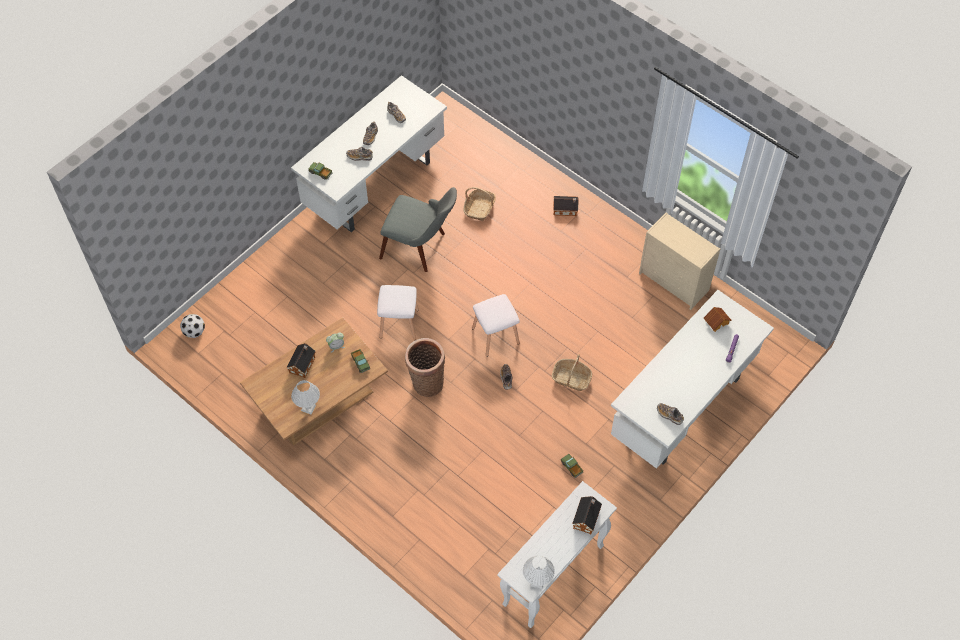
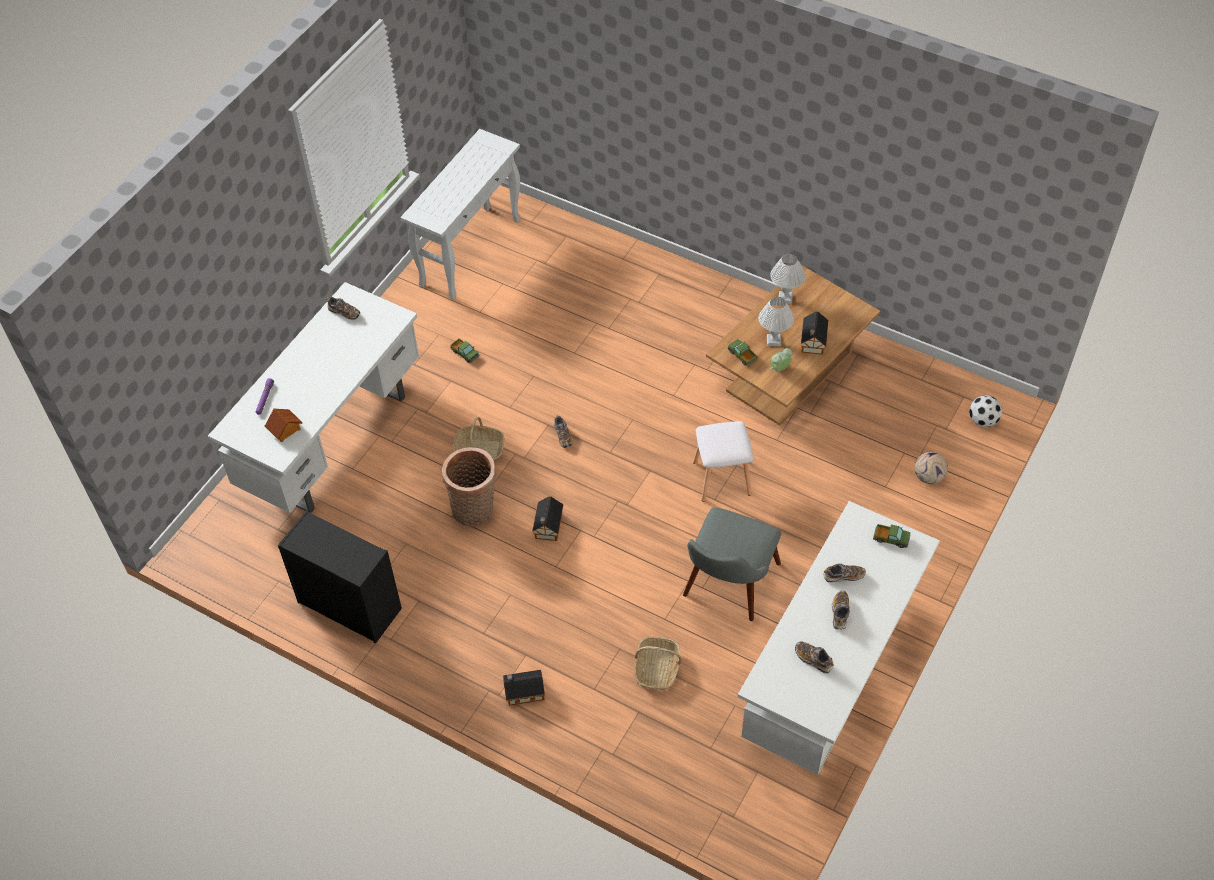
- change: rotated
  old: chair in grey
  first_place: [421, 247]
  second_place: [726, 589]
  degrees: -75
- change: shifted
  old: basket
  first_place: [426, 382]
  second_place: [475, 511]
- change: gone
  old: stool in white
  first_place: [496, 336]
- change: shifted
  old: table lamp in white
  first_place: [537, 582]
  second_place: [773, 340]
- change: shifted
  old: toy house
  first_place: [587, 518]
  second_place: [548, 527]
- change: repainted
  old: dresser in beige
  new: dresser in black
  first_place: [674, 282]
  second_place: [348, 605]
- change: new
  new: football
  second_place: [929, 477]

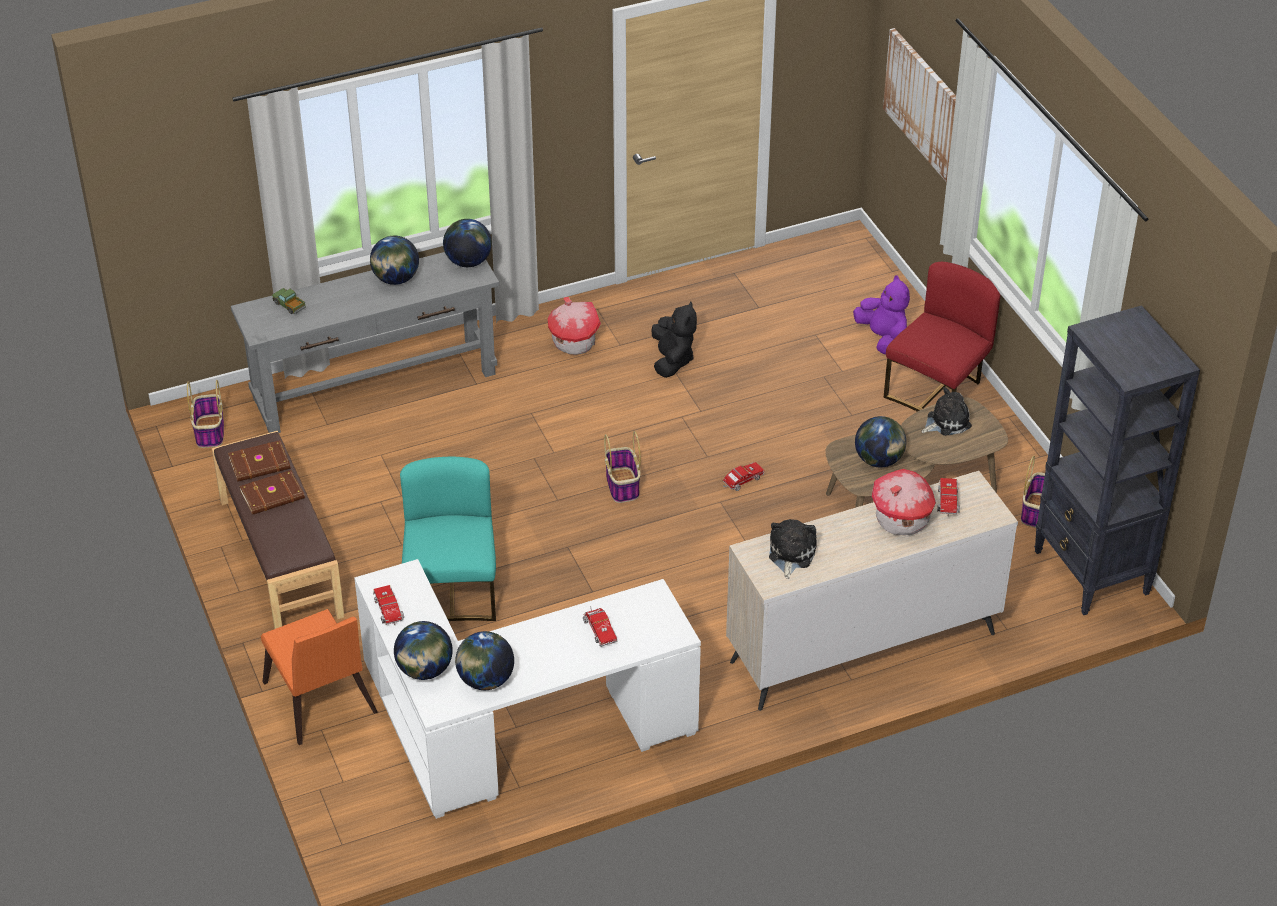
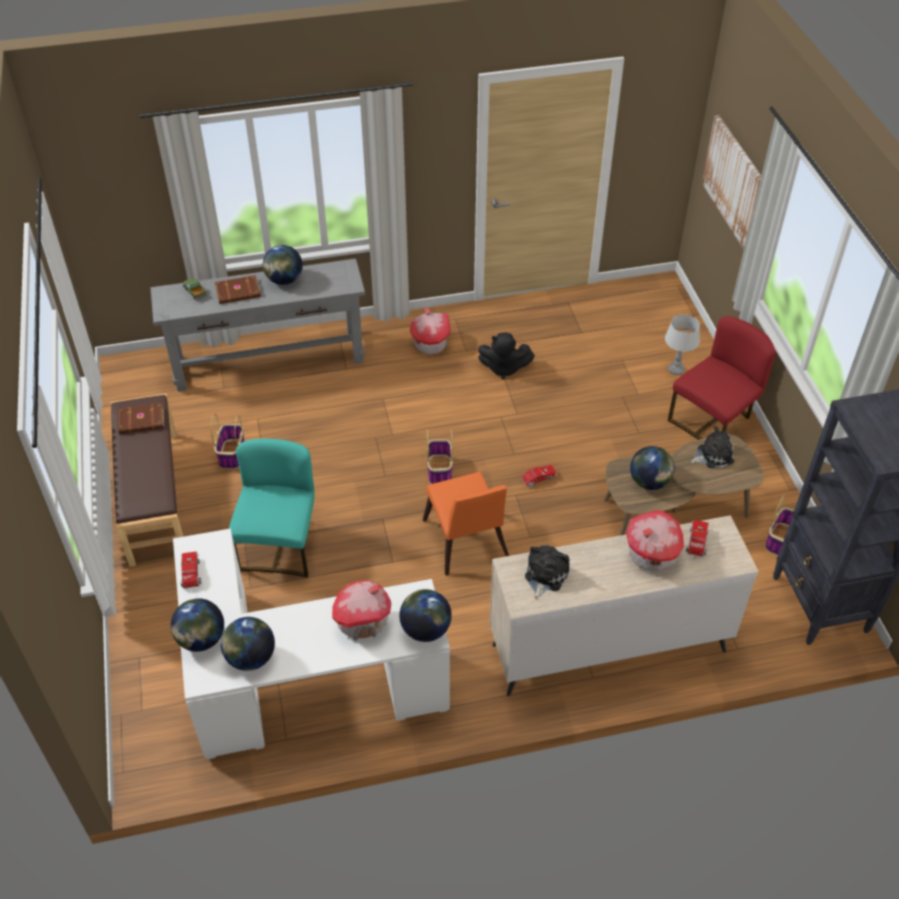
- change: shifted
  old: basket
  first_place: [209, 431]
  second_place: [232, 454]
- change: shifted
  old: book in brown
  first_place: [273, 495]
  second_place: [238, 292]
- change: shifted
  old: chair in orange
  first_place: [321, 704]
  second_place: [466, 544]
- change: shifted
  old: globe
  first_place: [468, 261]
  second_place: [425, 629]
- change: swapped
  old: toy truck
  new: toy house
  first_place: [599, 630]
  second_place: [363, 622]
- change: rotated
  old: plush toy in black
  first_place: [672, 360]
  second_place: [504, 368]
  degrees: 90
- change: swapped
  old: plush toy in purple
  new: table lamp in grey
  first_place: [883, 338]
  second_place: [676, 370]

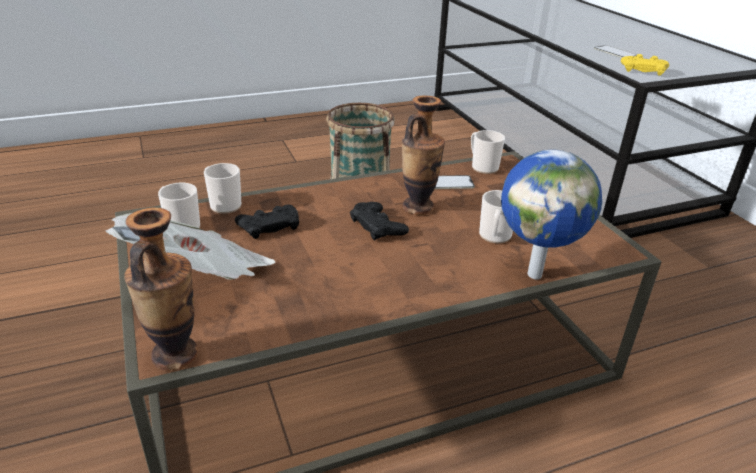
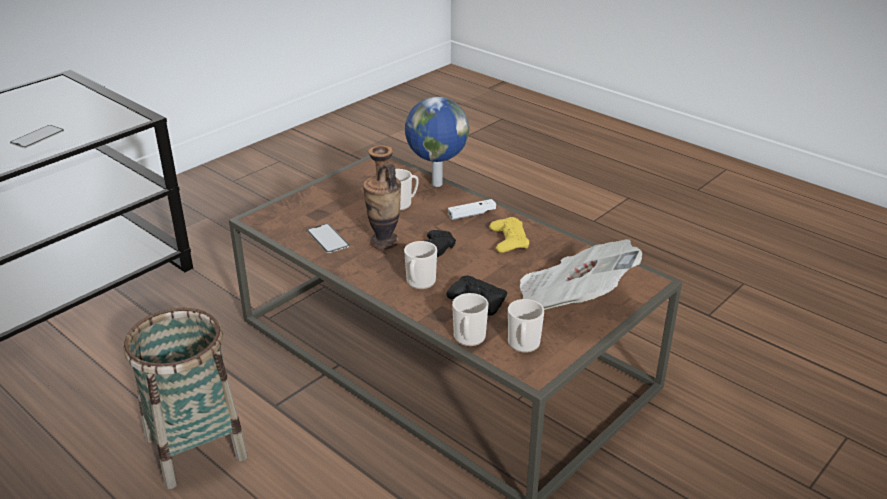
- change: gone
  old: vase
  first_place: [175, 354]
- change: shifted
  old: mug
  first_place: [482, 166]
  second_place: [419, 283]
- change: shifted
  old: game controller in yellow
  first_place: [643, 69]
  second_place: [508, 240]
- change: new
  new: game controller in white
  second_place: [472, 214]

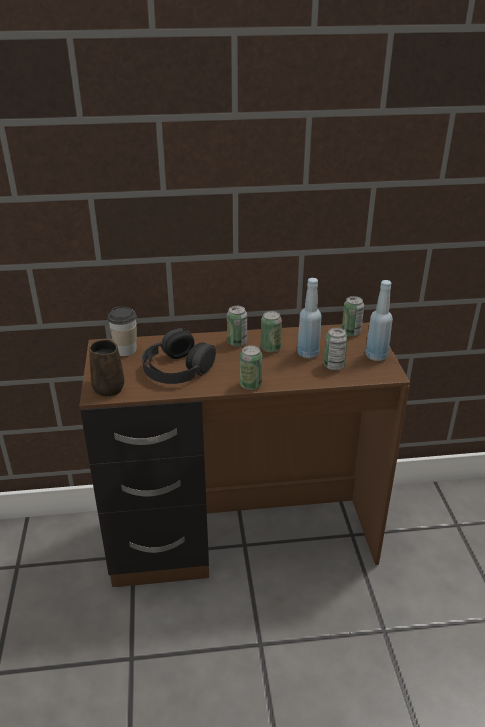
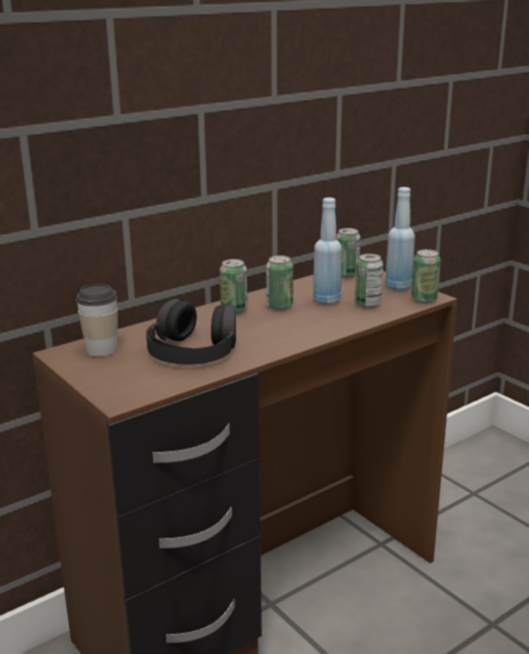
- change: gone
  old: mug in brown
  first_place: [108, 387]
- change: shifted
  old: can
  first_place: [250, 385]
  second_place: [424, 299]

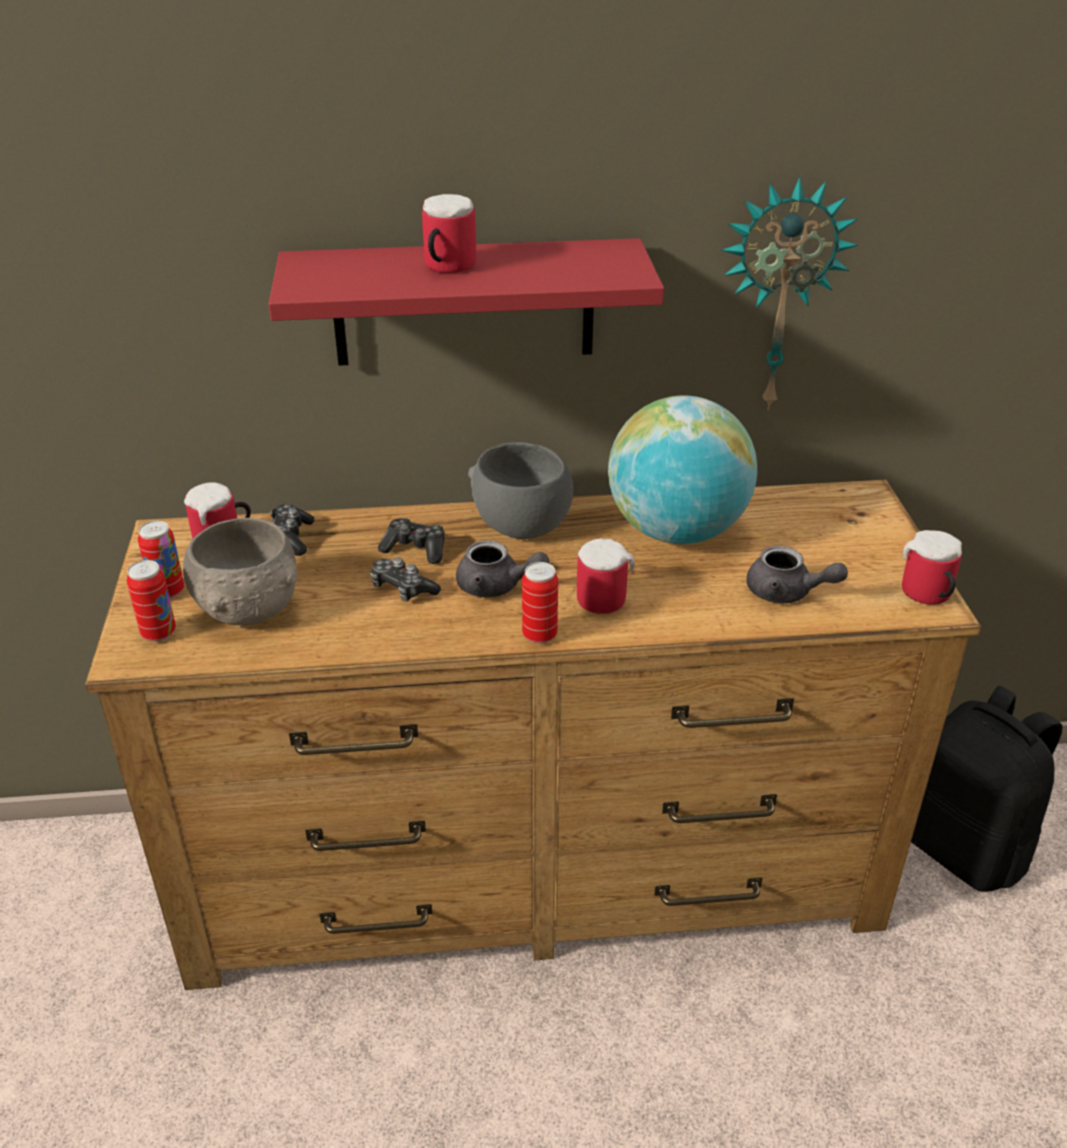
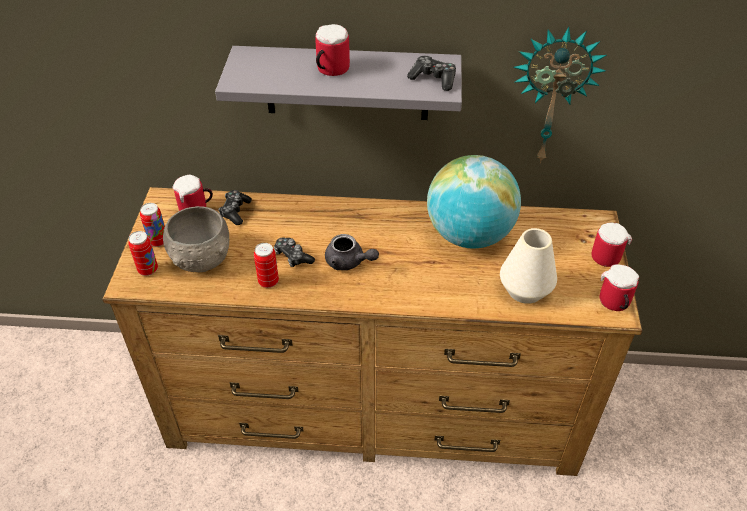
- change: repainted
  old: shelf in red
  new: shelf in grey
  first_place: [464, 302]
  second_place: [347, 83]
- change: shifted
  old: game controller
  first_place: [415, 549]
  second_place: [433, 79]
- change: gone
  old: bowl in grey
  first_place: [520, 523]
- change: shifted
  old: can
  first_place: [539, 635]
  second_place: [268, 282]
- change: shifted
  old: mug
  first_place: [601, 595]
  second_place: [606, 254]
- change: swapped
  old: teapot in grey
  new: vase in white
  first_place: [787, 593]
  second_place: [525, 290]
- change: gone
  old: backpack in black
  first_place: [963, 848]

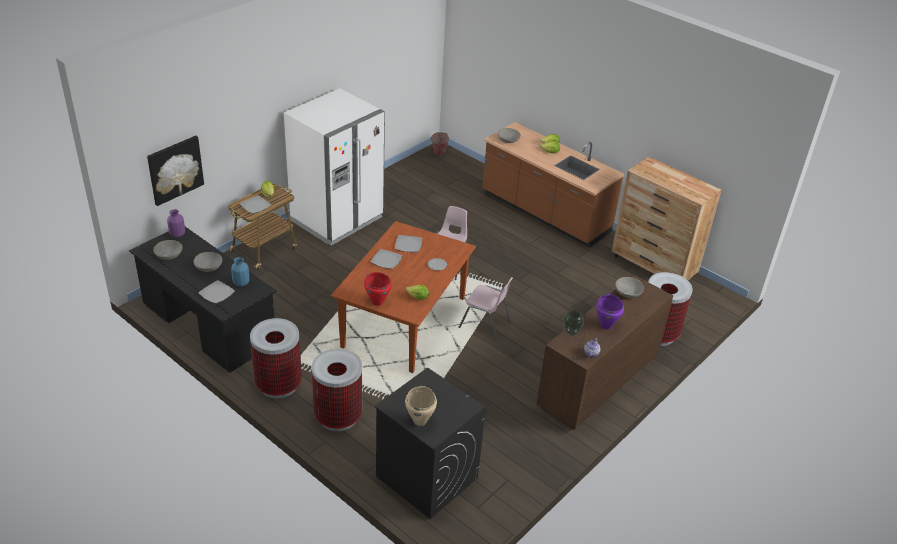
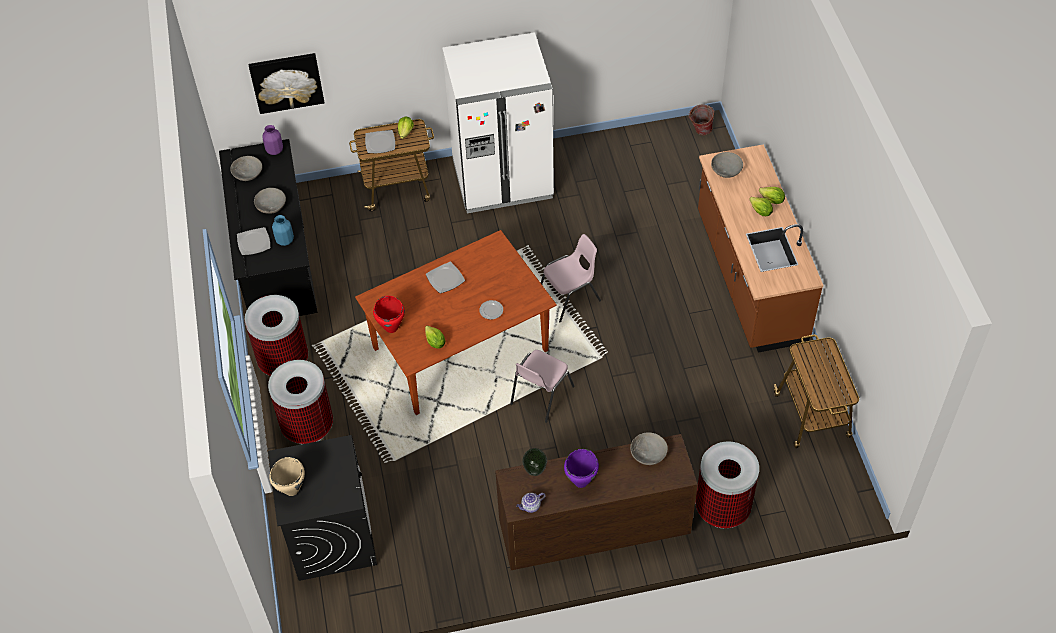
- change: gone
  old: plate
  first_place: [408, 244]
- change: rotated
  old: chair in pink
  first_place: [485, 324]
  second_place: [541, 395]
  degrees: 60
- change: swapped
  old: dresser in brown
  new: cart
  first_place: [654, 266]
  second_place: [812, 417]

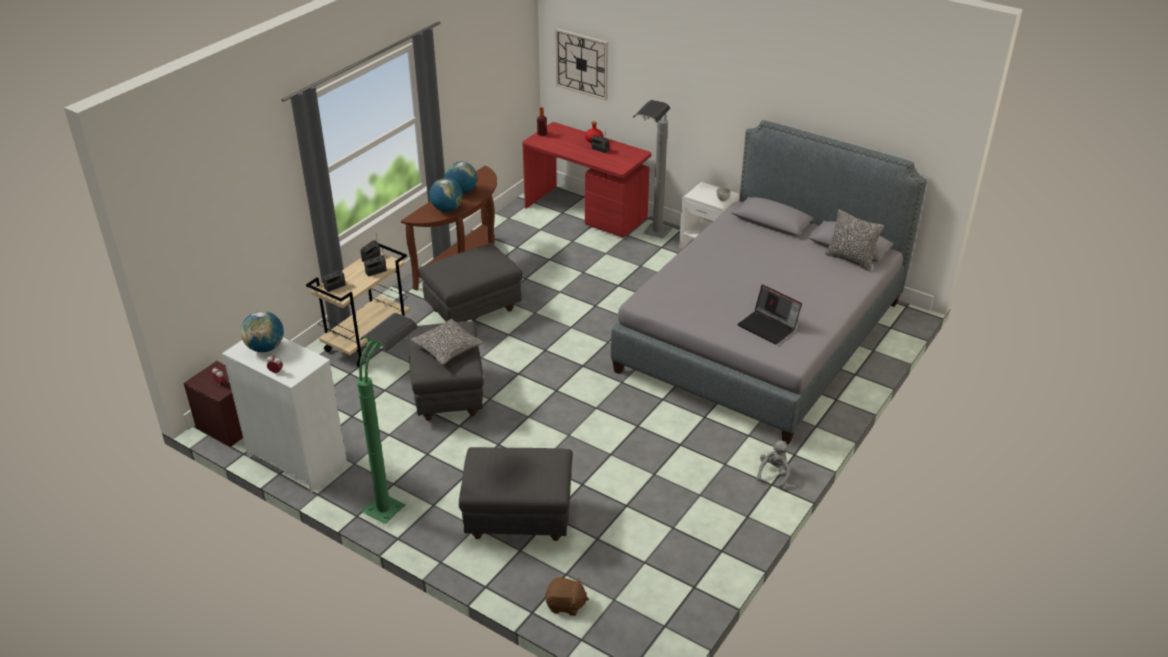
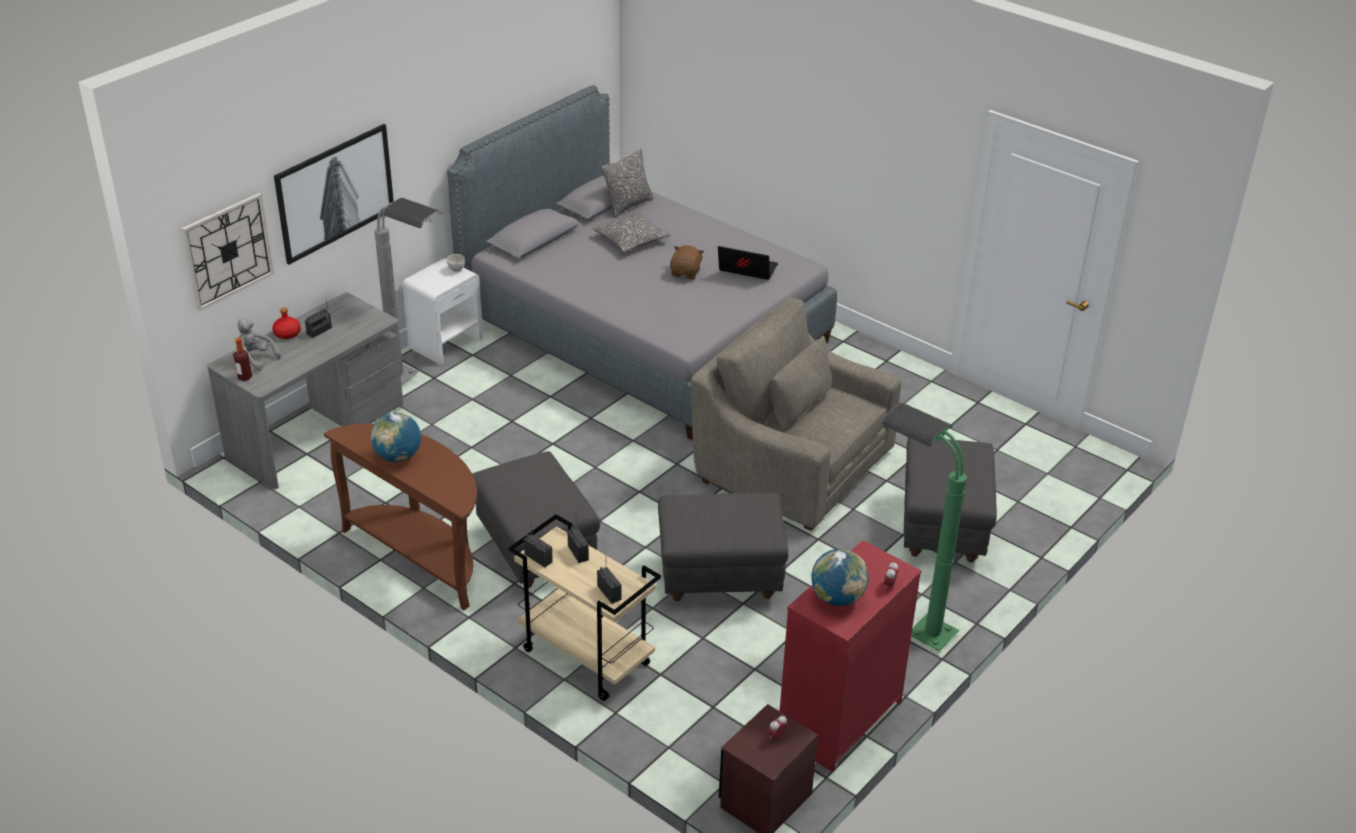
- change: repainted
  old: dresser in white
  new: dresser in red
  first_place: [297, 459]
  second_place: [839, 719]
- change: shifted
  old: pillow
  first_place: [447, 348]
  second_place: [631, 240]
- change: gone
  old: globe
  first_place: [447, 209]
- change: repainted
  old: desk in red
  new: desk in grey
  first_place: [586, 212]
  second_place: [317, 432]
- change: shifted
  old: plush toy in brown
  first_place: [565, 605]
  second_place: [686, 273]
- change: rotated
  old: laptop
  first_place: [768, 327]
  second_place: [746, 270]
  degrees: -120
- change: shifted
  old: plush toy in grey
  first_place: [774, 474]
  second_place: [254, 359]
- change: new
  new: picture
  second_place: [334, 192]
- change: new
  new: armchair in grey
  second_place: [791, 464]

